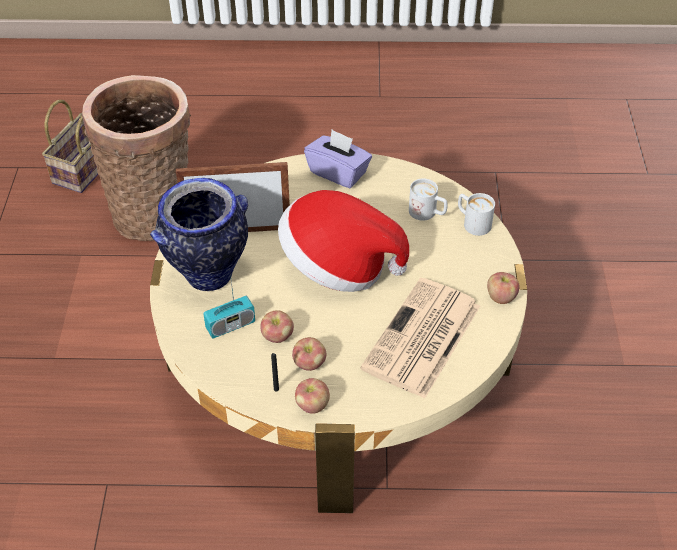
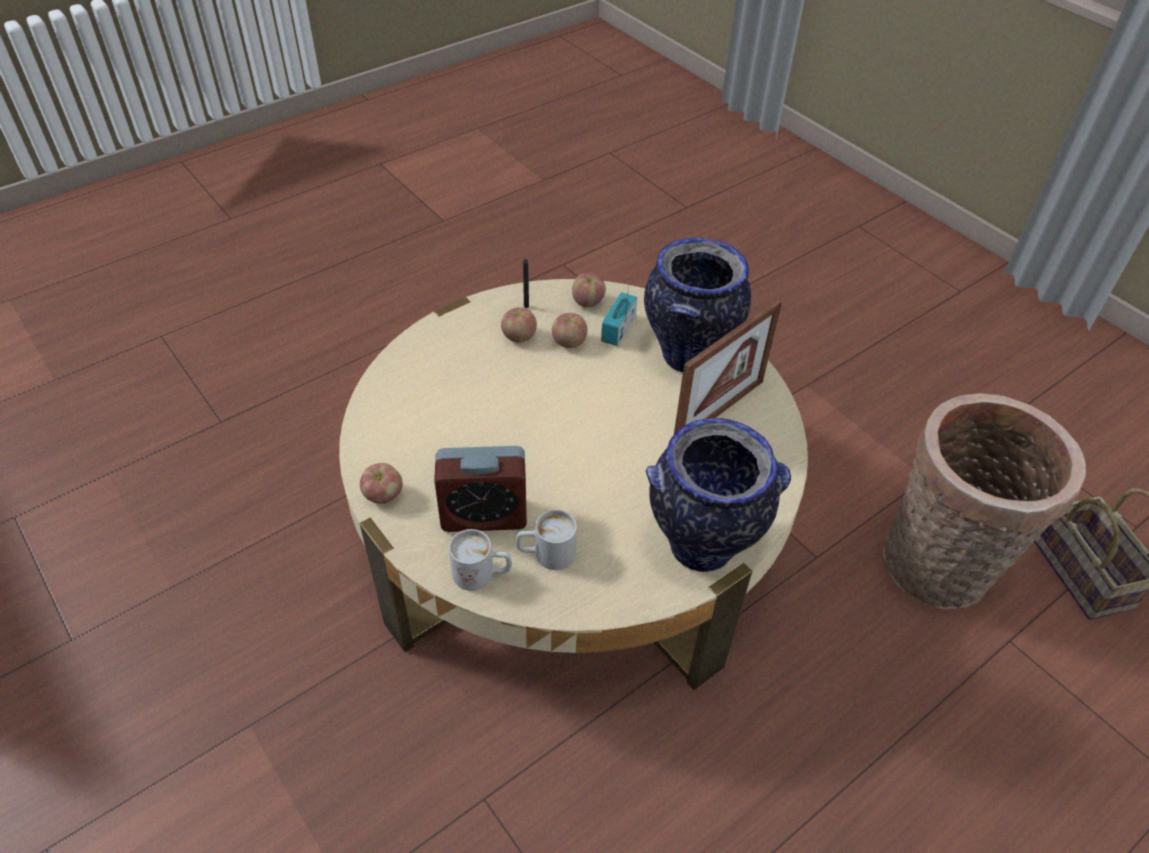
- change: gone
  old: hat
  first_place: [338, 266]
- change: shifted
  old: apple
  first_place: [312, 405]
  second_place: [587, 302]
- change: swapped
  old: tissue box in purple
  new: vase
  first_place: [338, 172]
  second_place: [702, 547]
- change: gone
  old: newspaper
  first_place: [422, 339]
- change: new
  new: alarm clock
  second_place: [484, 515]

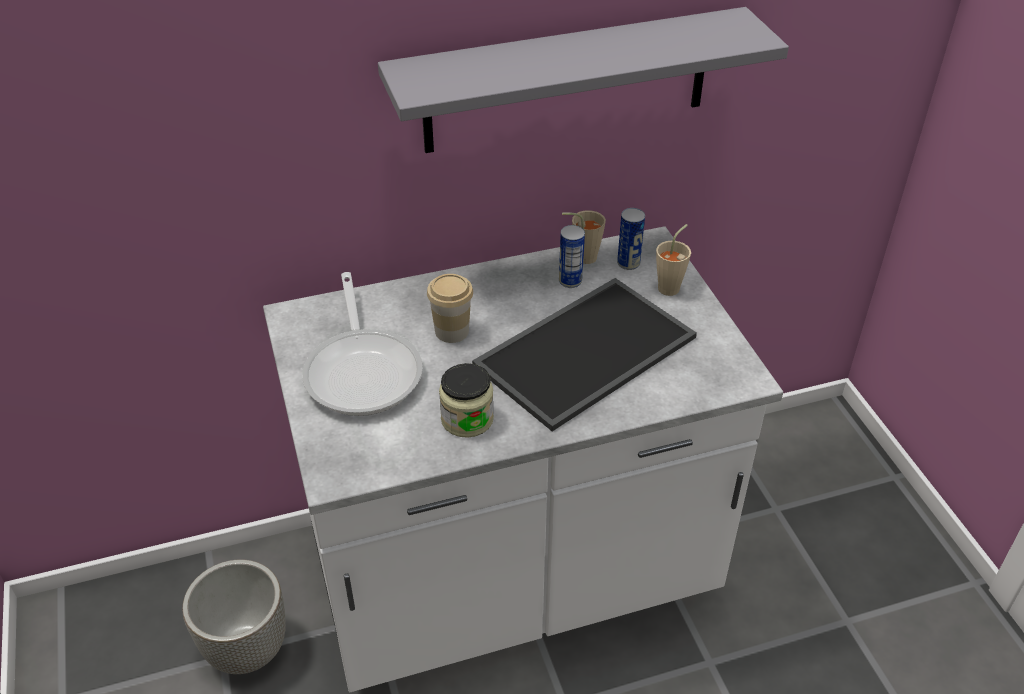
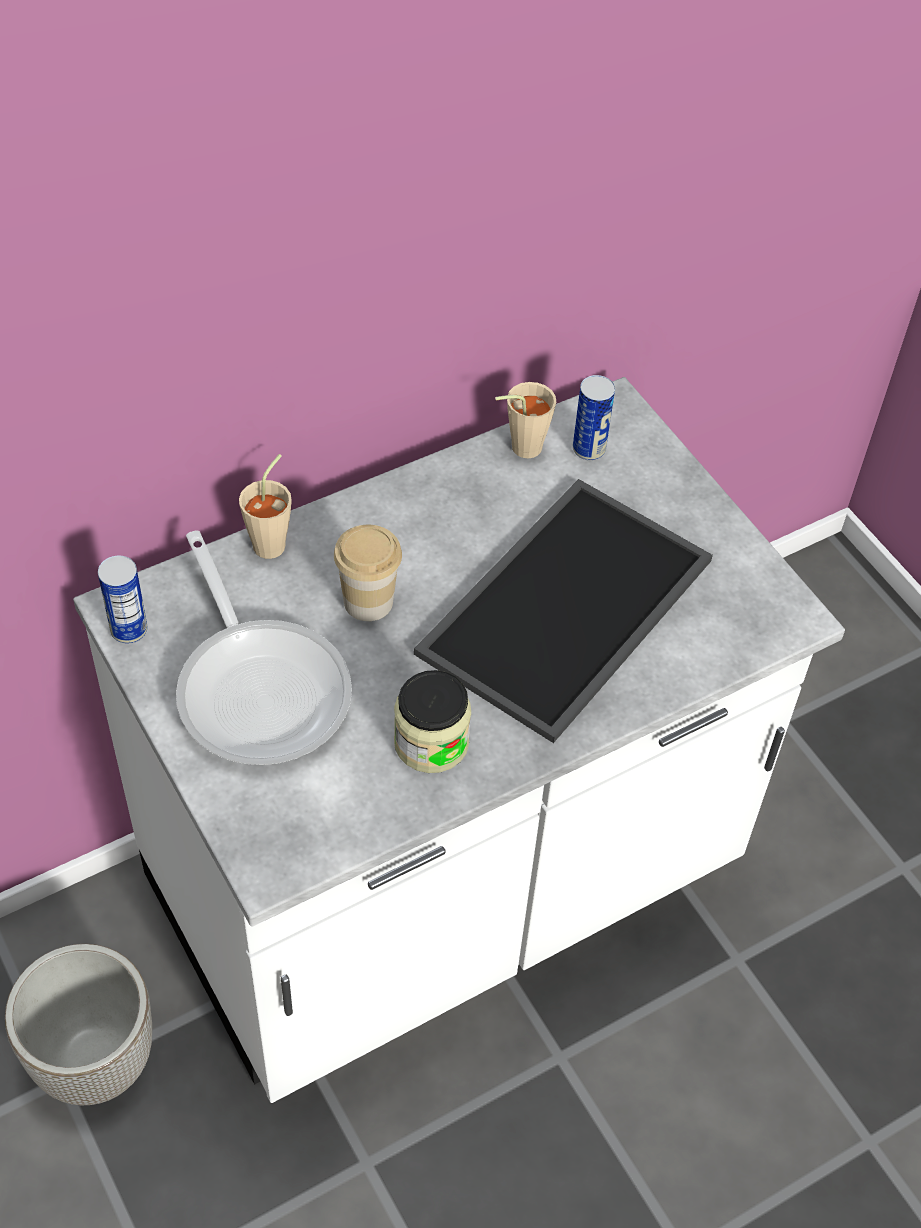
- change: gone
  old: shelf in grey
  first_place: [567, 81]
- change: shifted
  old: can
  first_place: [570, 281]
  second_place: [129, 630]
- change: shifted
  old: cup in beige
  first_place: [671, 286]
  second_place: [273, 541]

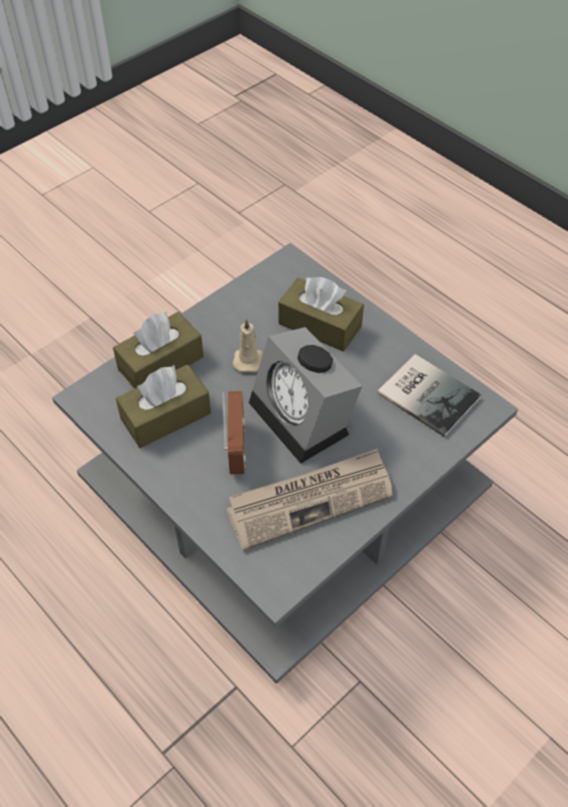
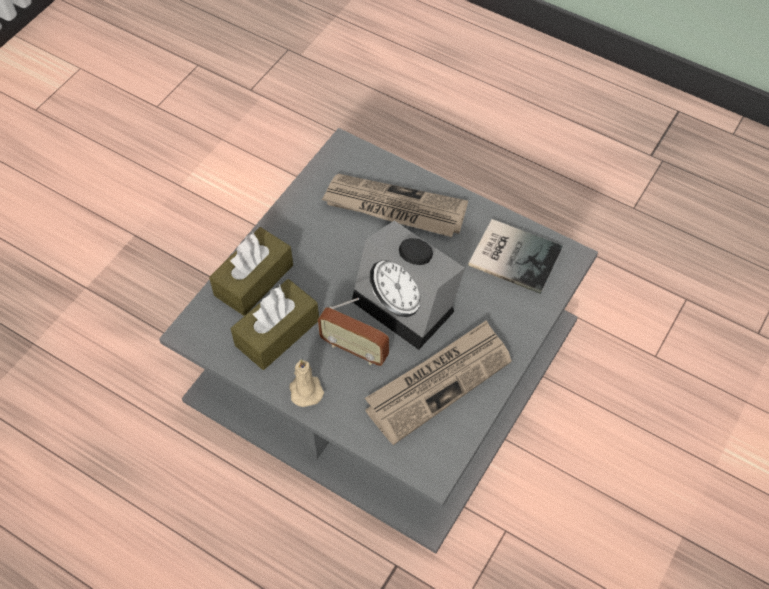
- change: rotated
  old: radio
  first_place: [236, 448]
  second_place: [354, 349]
  degrees: 135
- change: shifted
  old: candle in beige
  first_place: [248, 359]
  second_place: [305, 389]
- change: swapped
  old: tissue box in brown
  new: newspaper
  first_place: [320, 325]
  second_place: [394, 208]

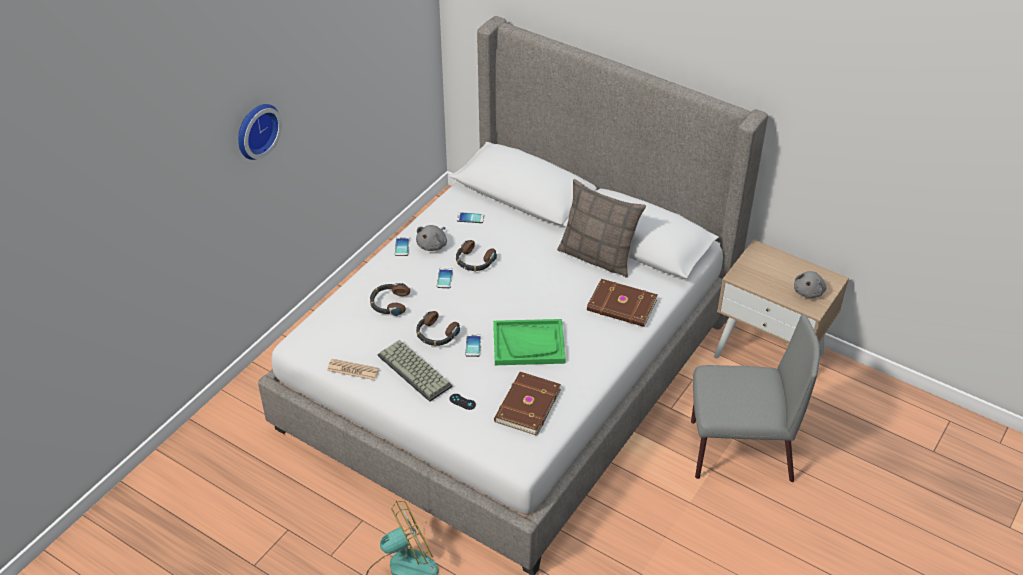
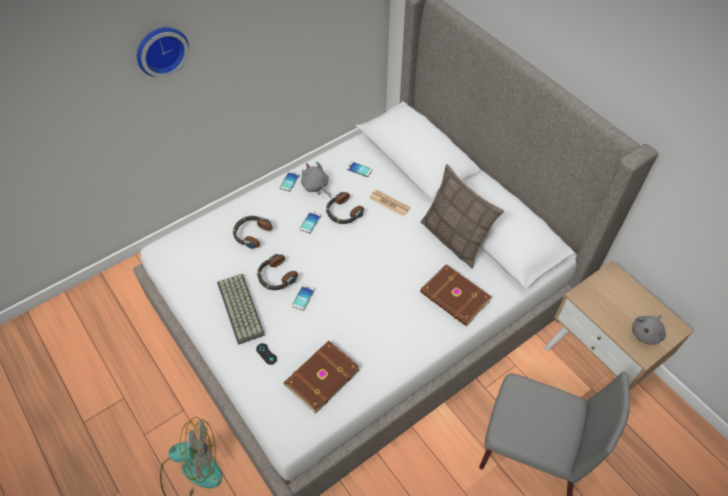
- change: shifted
  old: newspaper
  first_place: [353, 370]
  second_place: [389, 203]
- change: rotated
  old: plush toy in grey
  first_place: [433, 245]
  second_place: [316, 187]
  degrees: 90
- change: gone
  old: tray in green
  first_place: [529, 344]

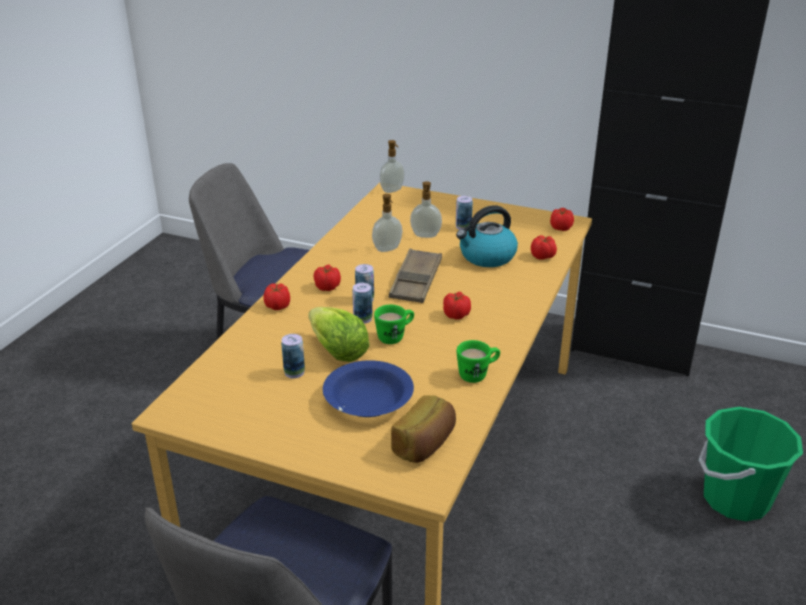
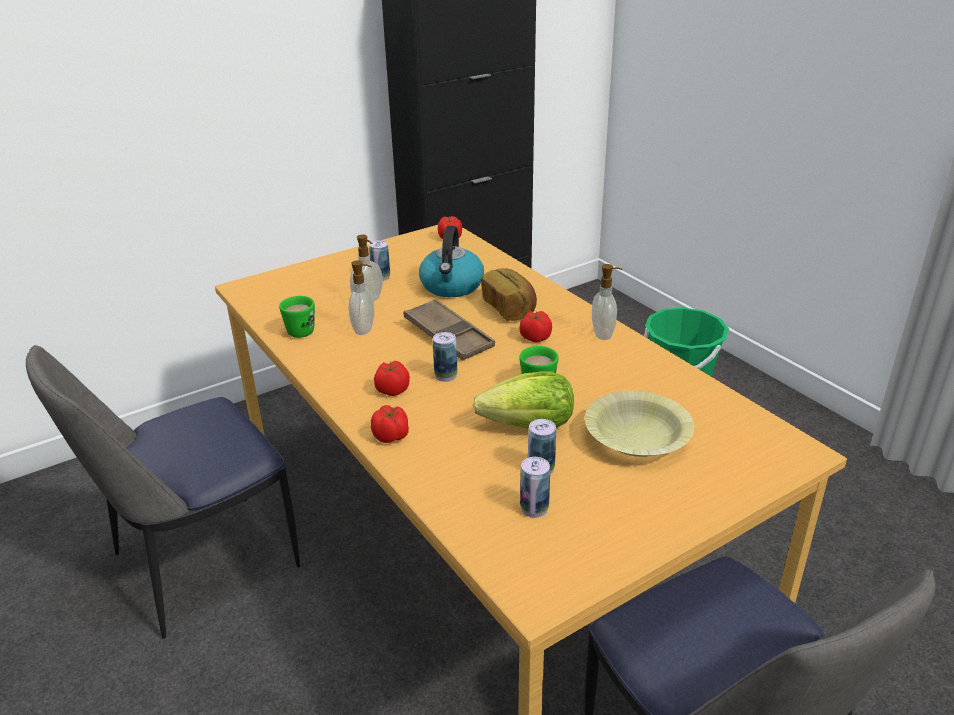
- change: repainted
  old: bowl in blue
  new: bowl in yellow
  first_place: [368, 401]
  second_place: [637, 438]
- change: shifted
  old: can
  first_place: [362, 318]
  second_place: [534, 508]
- change: shifted
  old: soap dispenser
  first_place: [392, 190]
  second_place: [604, 334]
- change: shifted
  old: bread
  first_place: [425, 444]
  second_place: [509, 308]
- change: shifted
  old: mug in green
  first_place: [478, 374]
  second_place: [303, 329]
- change: gone
  old: tomato
  first_place: [543, 256]

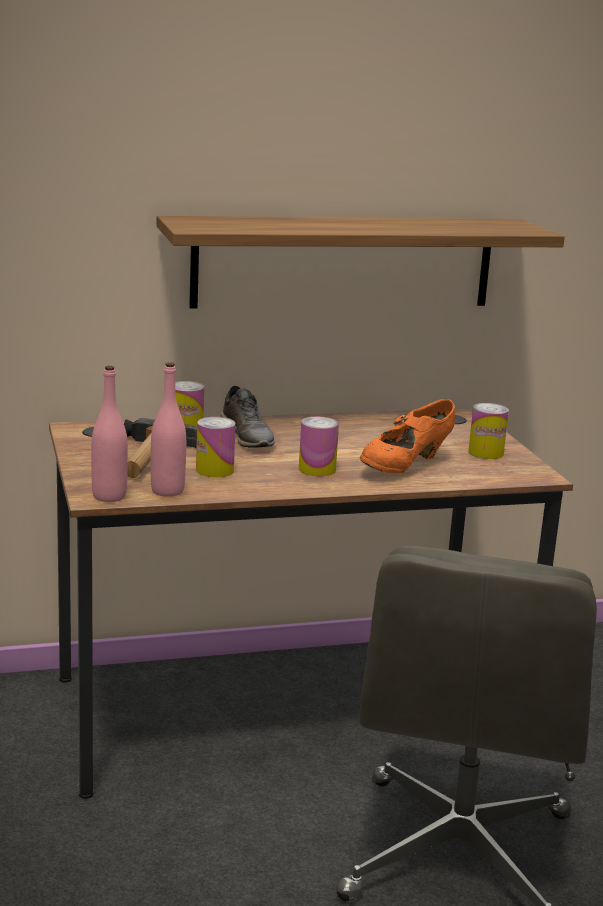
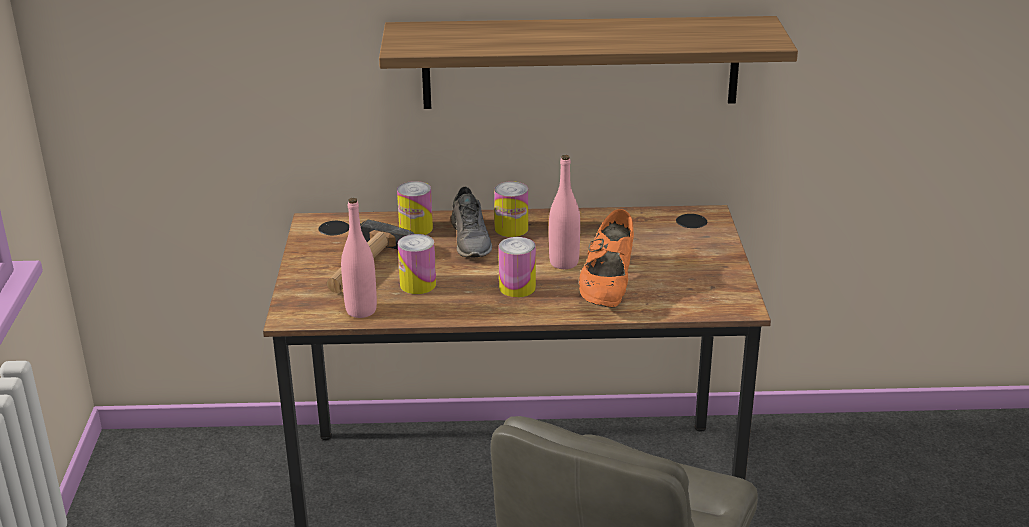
- change: shifted
  old: bottle in pink
  first_place: [109, 496]
  second_place: [564, 263]
- change: rotated
  old: shoe in orange
  first_place: [405, 467]
  second_place: [607, 288]
  degrees: -45
- change: shifted
  old: can
  first_place: [485, 453]
  second_place: [511, 229]

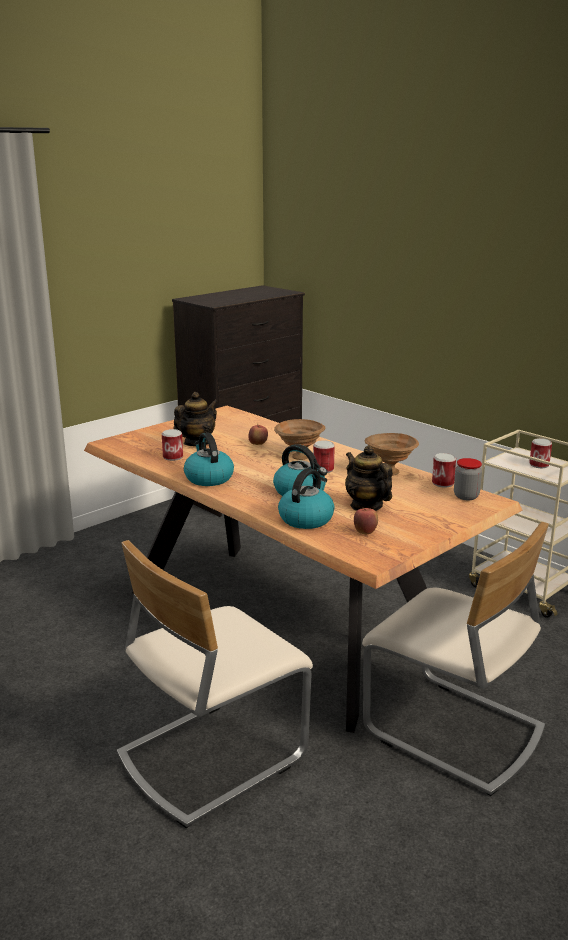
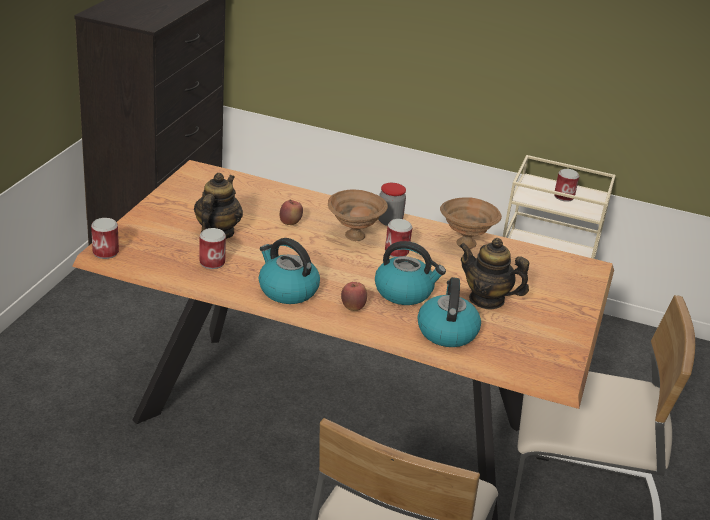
- change: shifted
  old: apple
  first_place: [365, 532]
  second_place: [353, 307]
- change: shifted
  old: can
  first_place: [442, 483]
  second_place: [105, 252]
- change: shifted
  old: jar
  first_place: [466, 496]
  second_place: [389, 221]

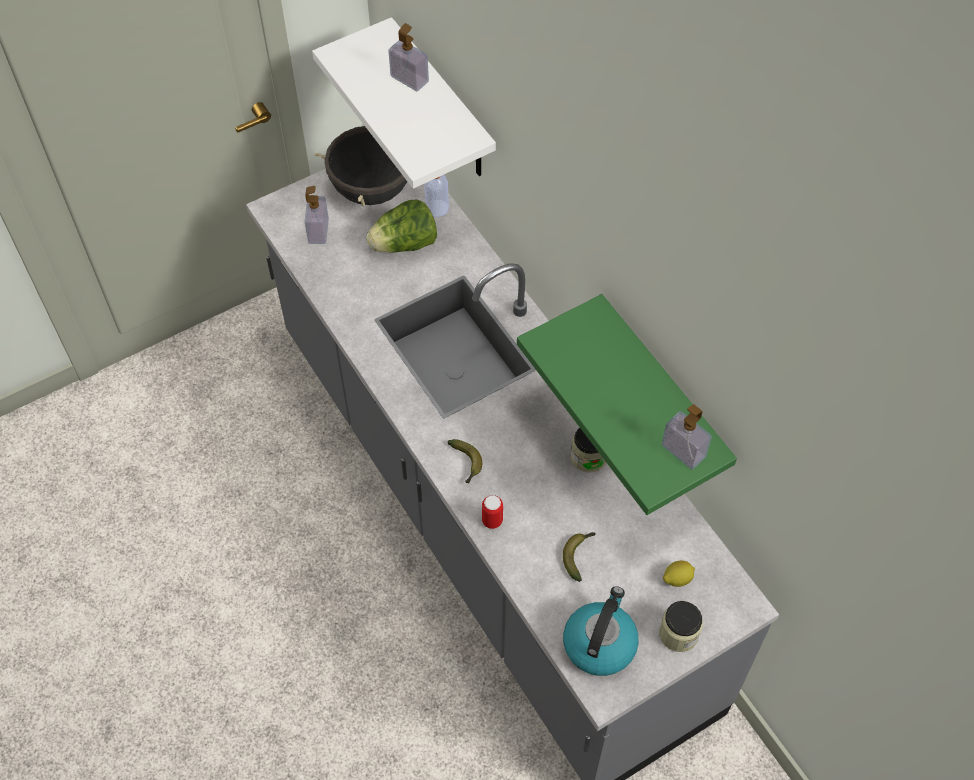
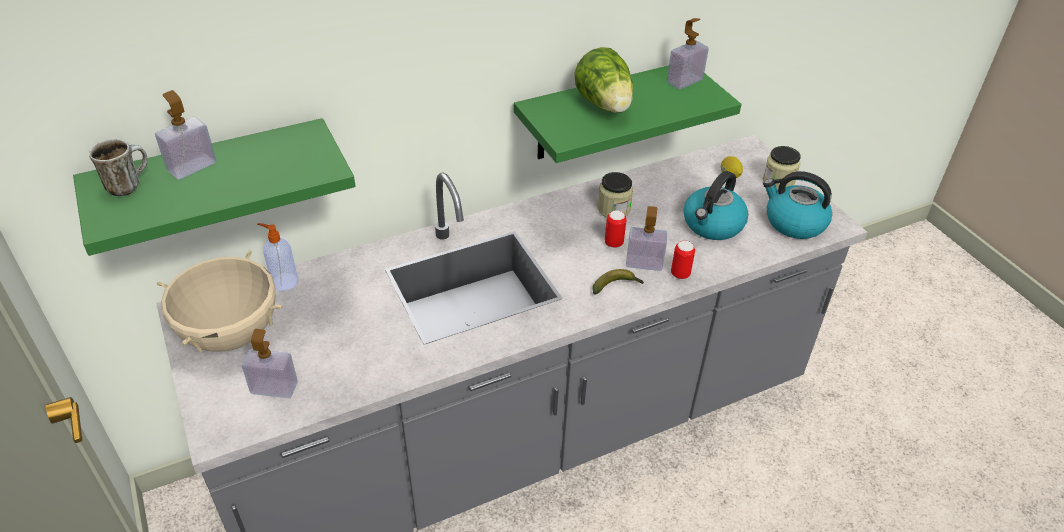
- change: repainted
  old: shelf in white
  new: shelf in green
  first_place: [443, 104]
  second_place: [213, 180]
- change: repainted
  old: cooking pot in black
  new: cooking pot in beige
  first_place: [372, 190]
  second_place: [231, 334]
- change: shifted
  old: lettuce
  first_place: [404, 244]
  second_place: [605, 105]
- change: swapped
  old: banana
  new: kettle
  first_place: [579, 555]
  second_place: [712, 225]
- change: new
  new: mug
  second_place: [128, 185]
- change: new
  new: can
  second_place: [613, 243]
- change: new
  new: soap dispenser
  second_place: [644, 263]

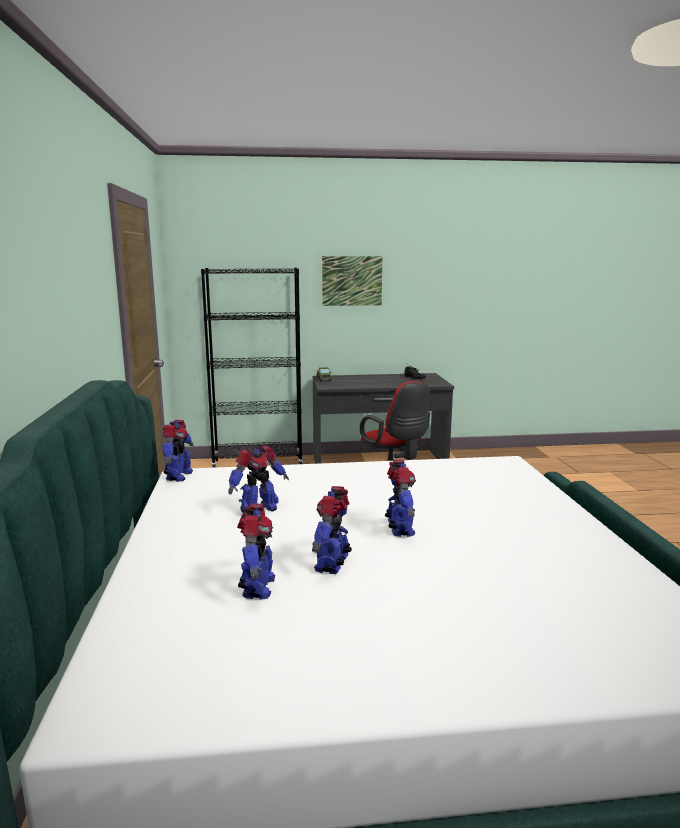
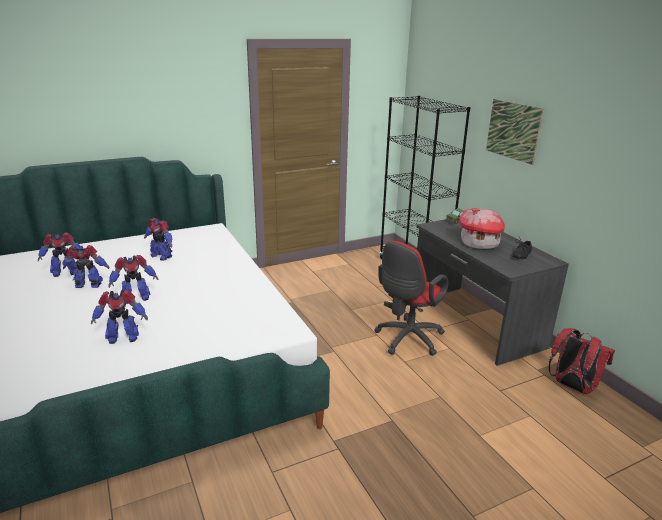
- change: shifted
  old: toy robot
  first_place: [178, 476]
  second_place: [123, 338]
- change: new
  new: toy house
  second_place: [479, 244]
- change: new
  new: backpack in red
  second_place: [571, 386]

